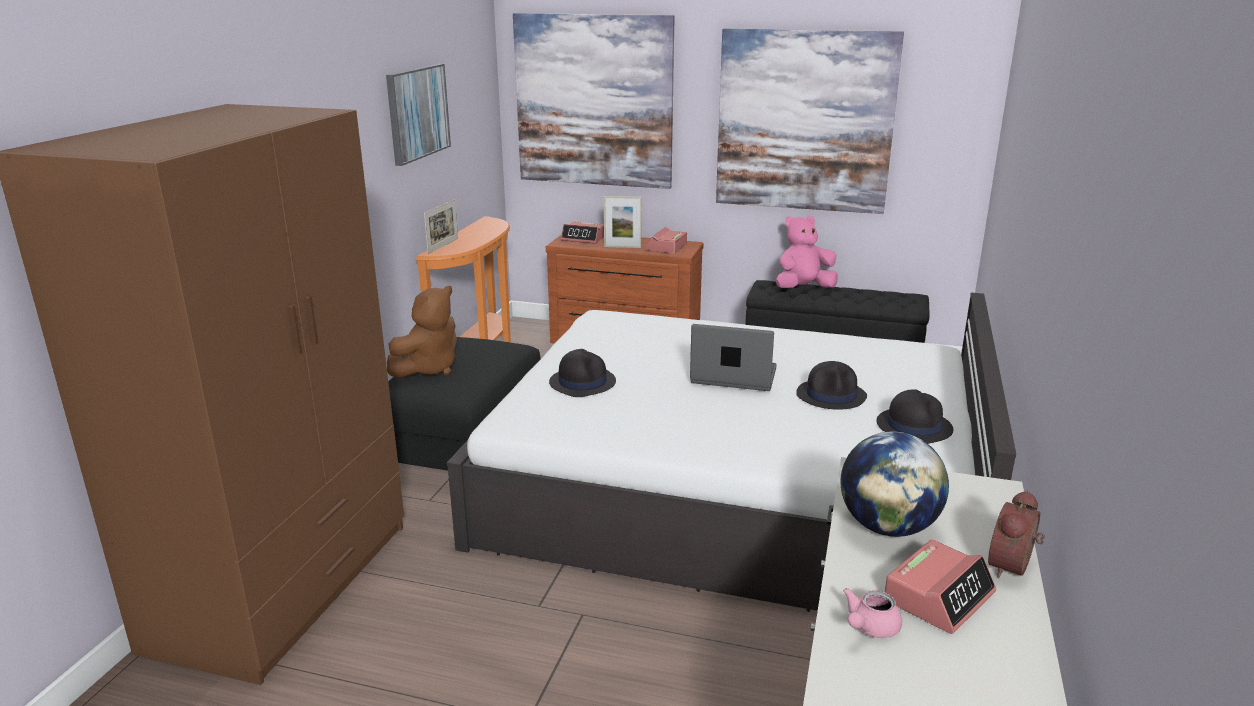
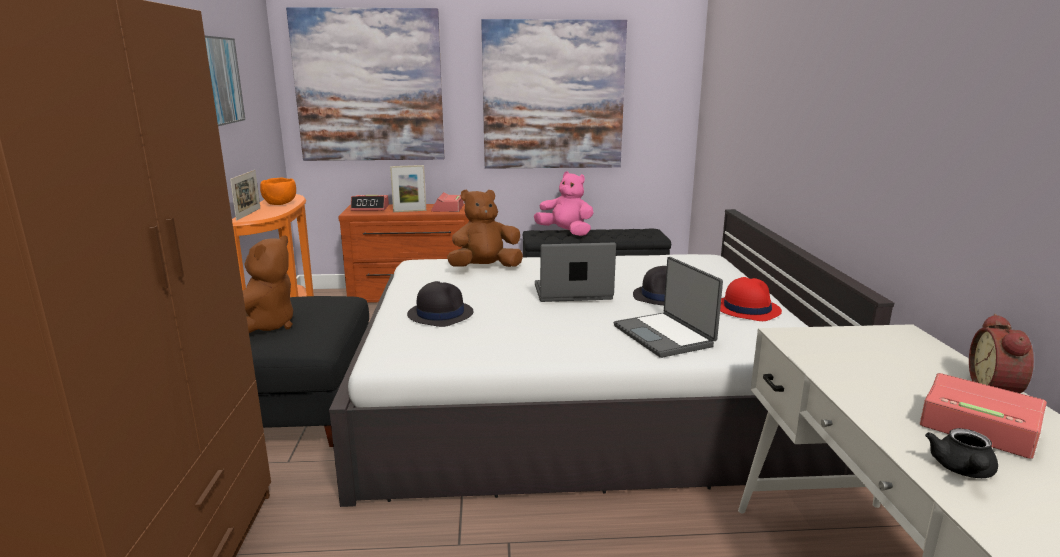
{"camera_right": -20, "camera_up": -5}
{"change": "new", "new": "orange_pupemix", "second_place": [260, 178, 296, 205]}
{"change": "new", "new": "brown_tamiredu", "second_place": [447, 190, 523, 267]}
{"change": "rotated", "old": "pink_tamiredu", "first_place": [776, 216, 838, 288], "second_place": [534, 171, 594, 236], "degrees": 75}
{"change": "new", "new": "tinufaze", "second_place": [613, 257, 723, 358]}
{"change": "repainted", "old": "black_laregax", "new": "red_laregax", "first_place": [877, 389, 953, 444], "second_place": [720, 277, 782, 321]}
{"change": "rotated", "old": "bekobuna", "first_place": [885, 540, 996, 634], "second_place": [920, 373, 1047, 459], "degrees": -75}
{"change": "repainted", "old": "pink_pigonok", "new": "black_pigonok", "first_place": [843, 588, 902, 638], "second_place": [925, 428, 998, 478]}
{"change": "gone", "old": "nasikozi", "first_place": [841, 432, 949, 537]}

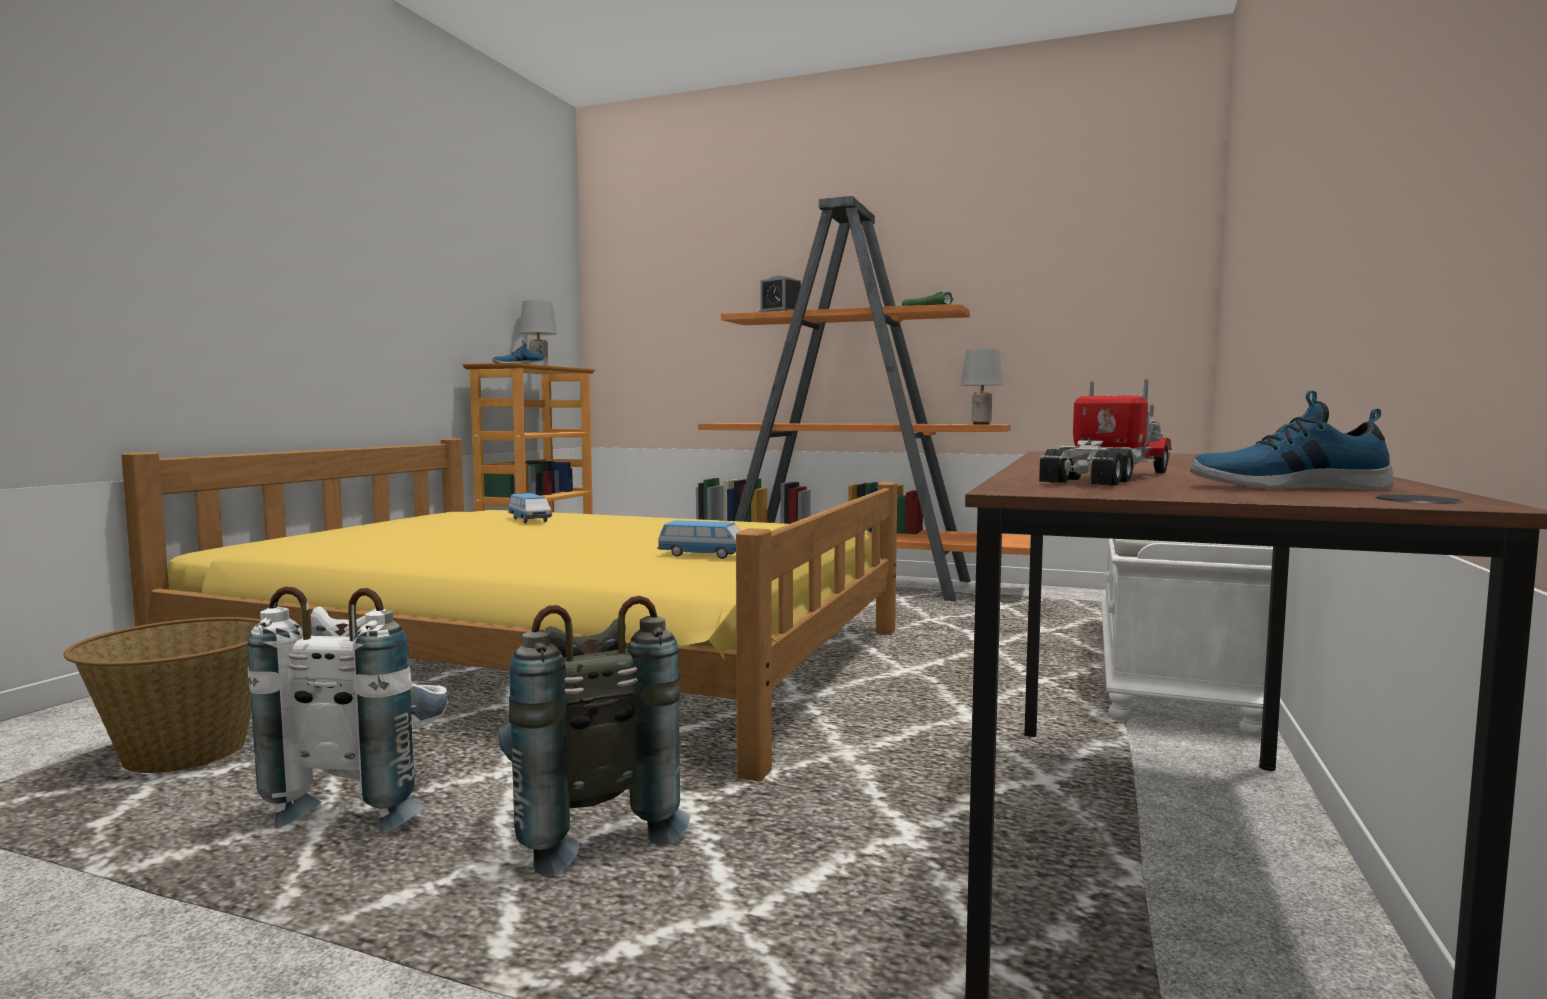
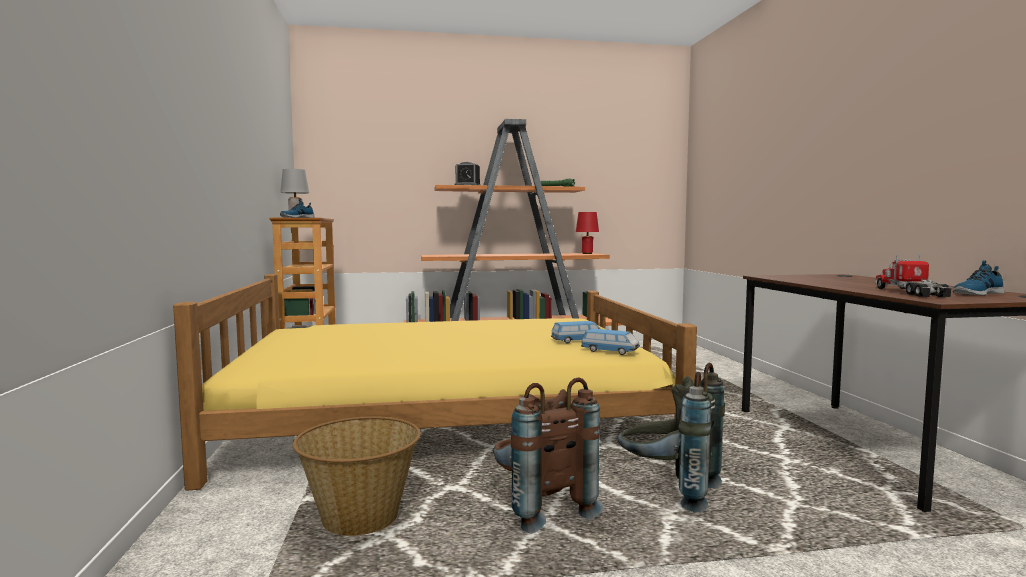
{"camera_right": -30, "camera_up": 0}
{"change": "repainted", "old": "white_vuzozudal", "new": "brown_vuzozudal", "first_place": [247, 586, 450, 834], "second_place": [493, 377, 603, 534]}
{"change": "repainted", "old": "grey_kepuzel", "new": "red_kepuzel", "first_place": [961, 349, 1003, 424], "second_place": [576, 212, 599, 254]}
{"change": "shifted", "old": "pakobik", "first_place": [508, 493, 552, 523], "second_place": [581, 329, 640, 355]}
{"change": "gone", "old": "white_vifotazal", "first_place": [1101, 538, 1273, 738]}

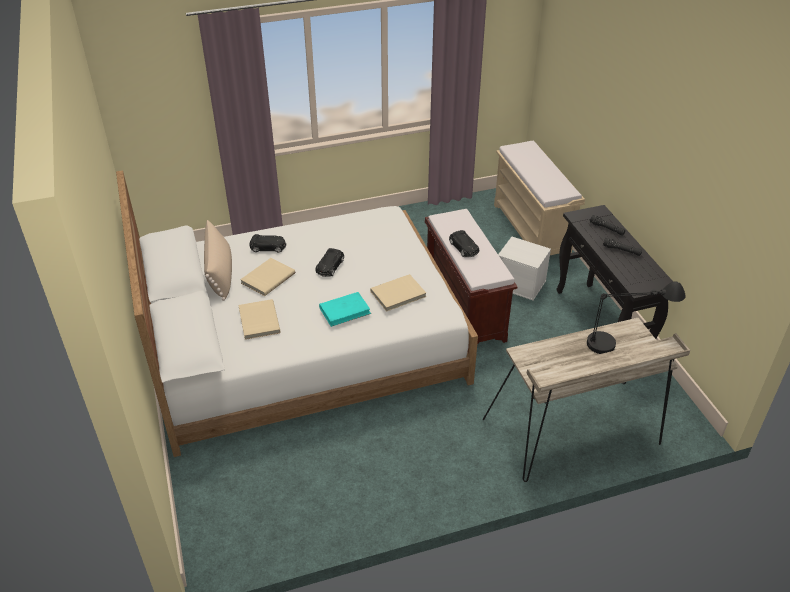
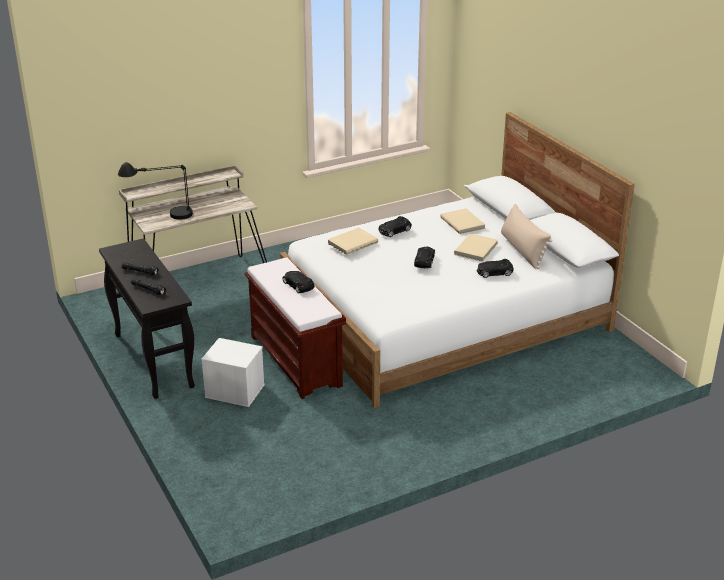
{"camera_right": 170, "camera_up": -10}
{"change": "swapped", "old": "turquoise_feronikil", "new": "black_pakobik", "first_place": [319, 292, 371, 327], "second_place": [379, 216, 412, 237]}
{"change": "gone", "old": "beige_vifotazal", "first_place": [494, 141, 585, 255]}

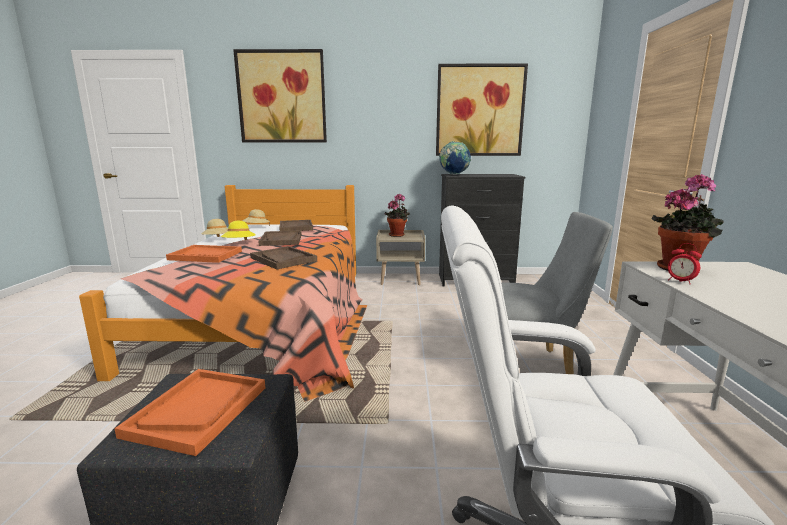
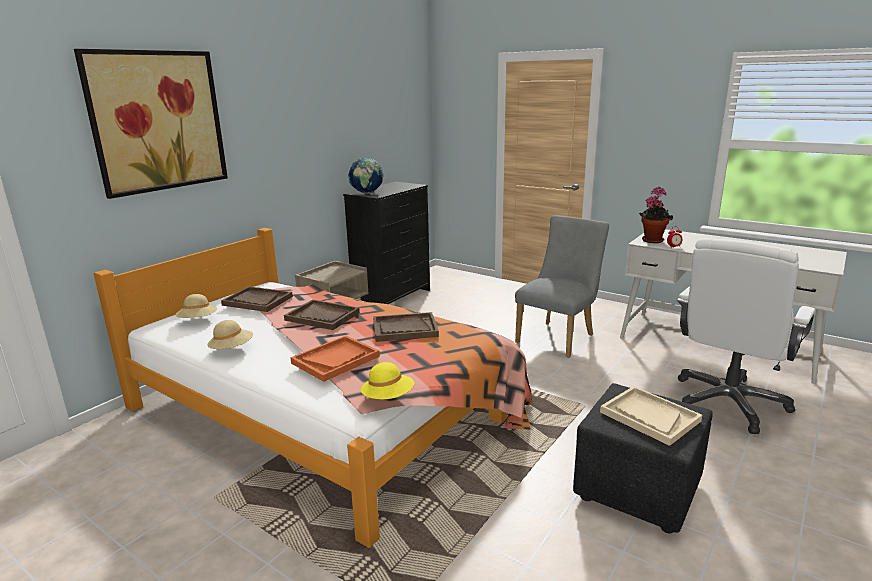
{"camera_right": -55, "camera_up": 5}
{"change": "shifted", "old": "yellow_laregax", "first_place": [221, 221, 256, 240], "second_place": [361, 362, 414, 399]}
{"change": "repainted", "old": "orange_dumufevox", "new": "beige_dumufevox", "first_place": [114, 369, 265, 456], "second_place": [600, 386, 702, 446]}
{"change": "gone", "old": "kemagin", "first_place": [385, 194, 410, 237]}
{"change": "gone", "old": "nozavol", "first_place": [436, 63, 528, 156]}

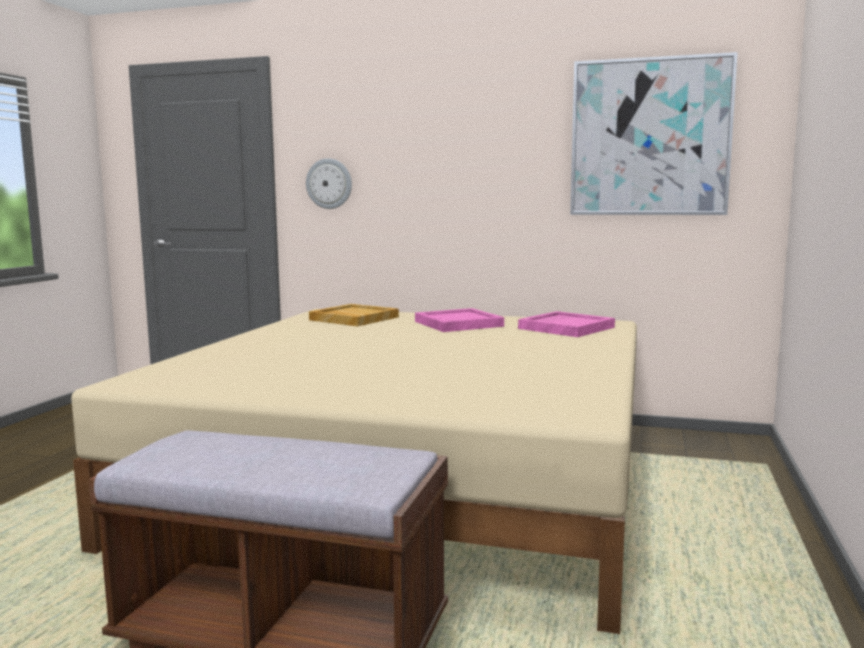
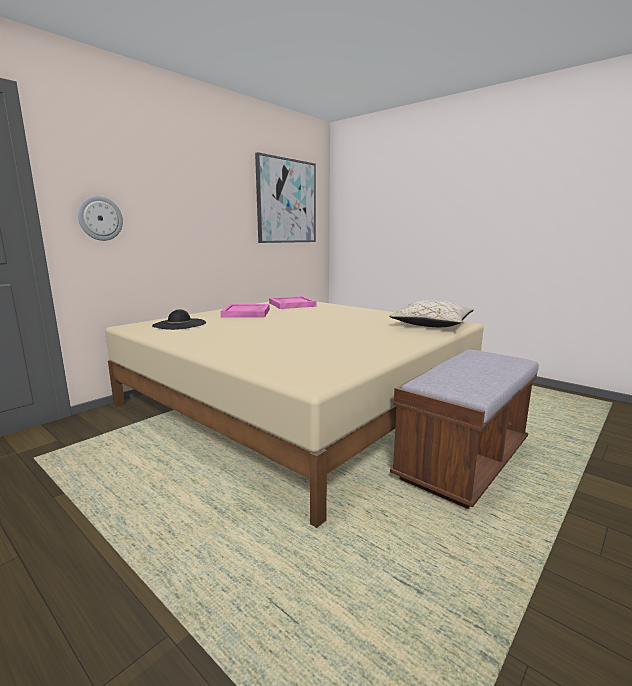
{"camera_right": -65, "camera_up": 5}
{"change": "swapped", "old": "beige_dumufevox", "new": "black_laregax", "first_place": [309, 304, 399, 326], "second_place": [152, 309, 206, 330]}
{"change": "new", "new": "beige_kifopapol", "second_place": [389, 300, 474, 327]}

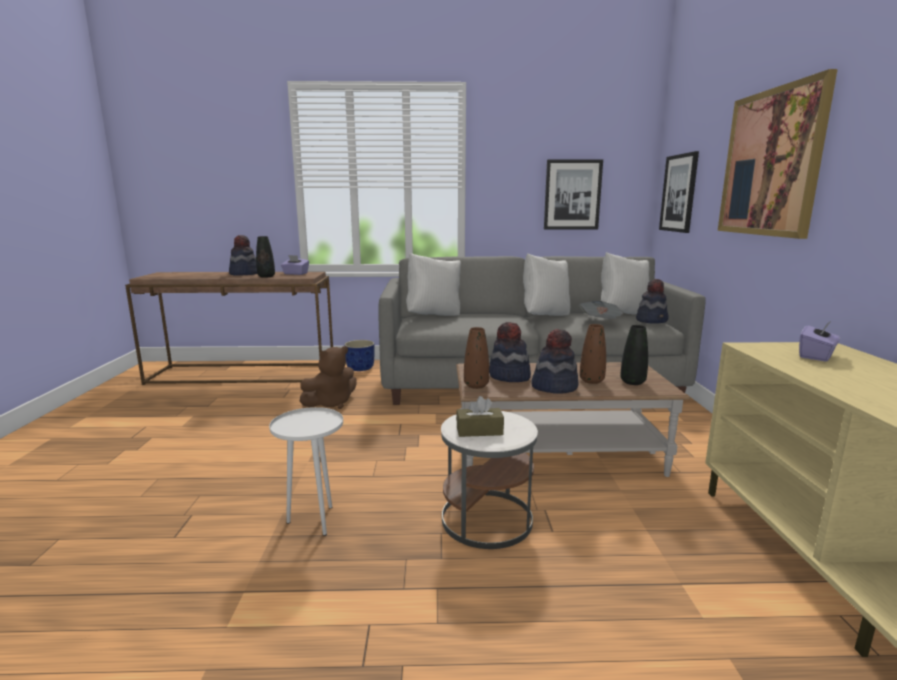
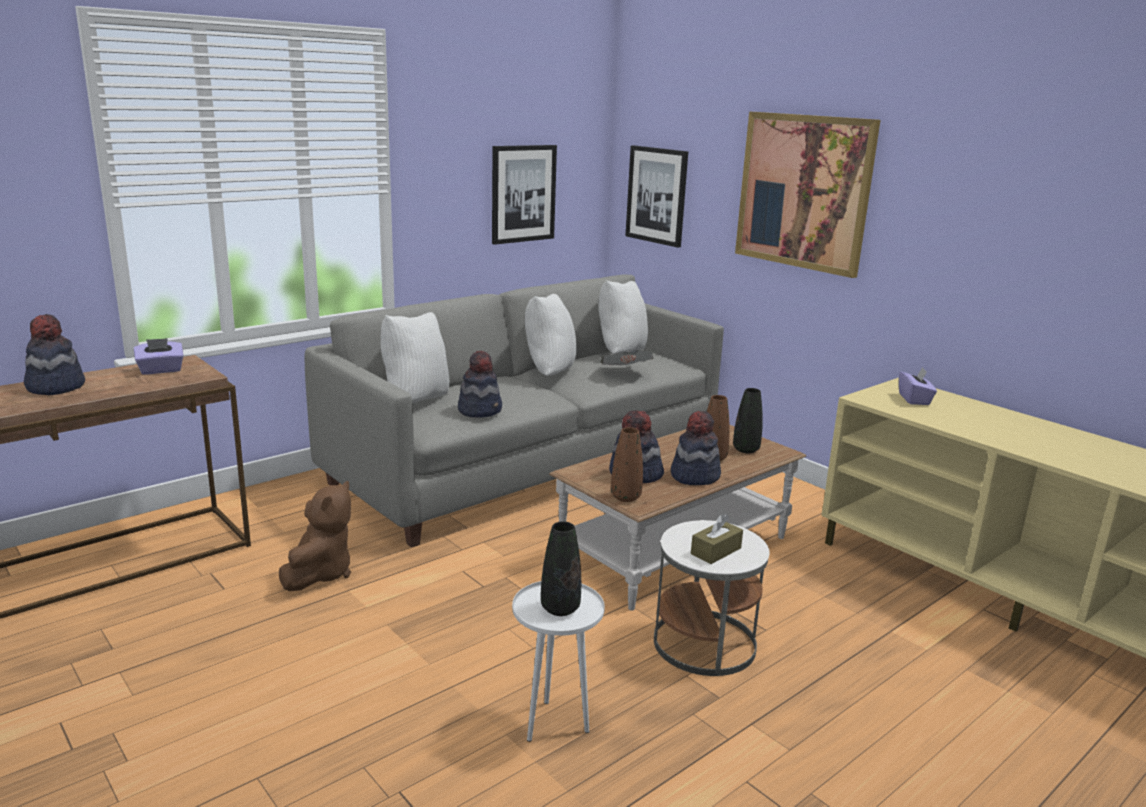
{"camera_right": -40, "camera_up": 5}
{"change": "shifted", "old": "laregax", "first_place": [636, 279, 669, 324], "second_place": [458, 351, 502, 418]}
{"change": "shifted", "old": "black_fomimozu", "first_place": [256, 236, 275, 278], "second_place": [541, 521, 581, 616]}
{"change": "gone", "old": "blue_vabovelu", "first_place": [344, 340, 374, 371]}

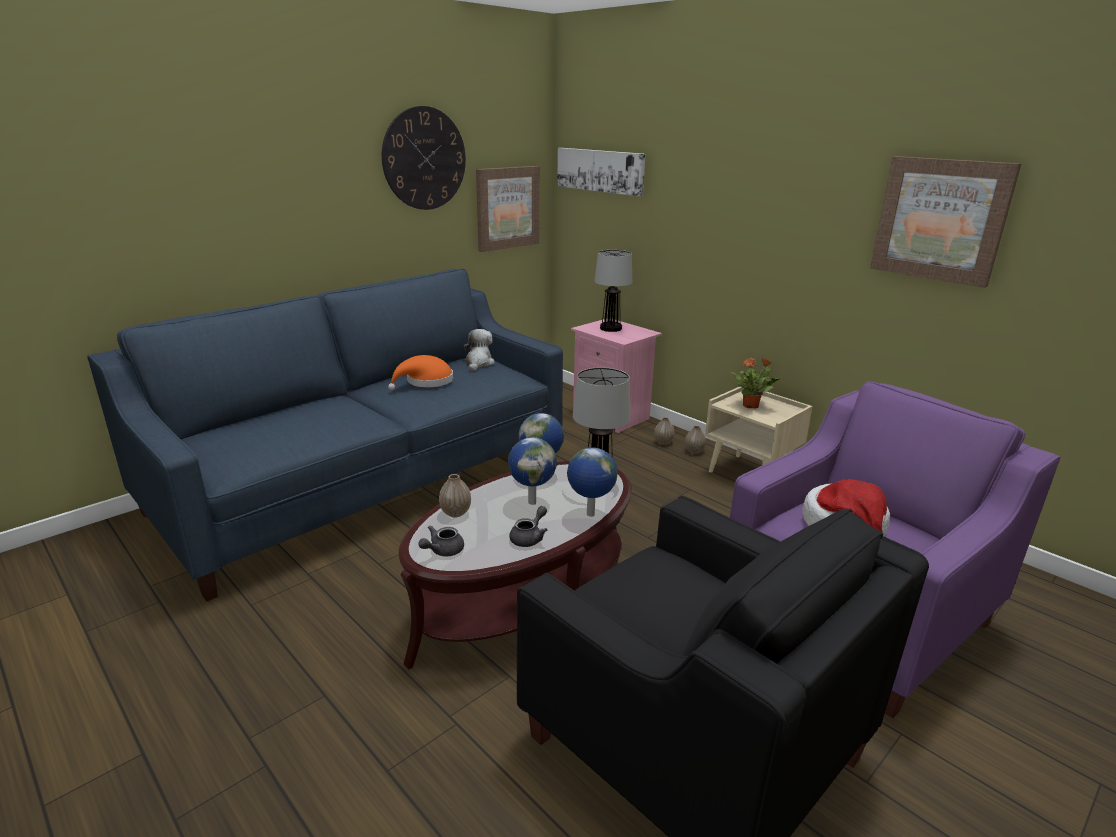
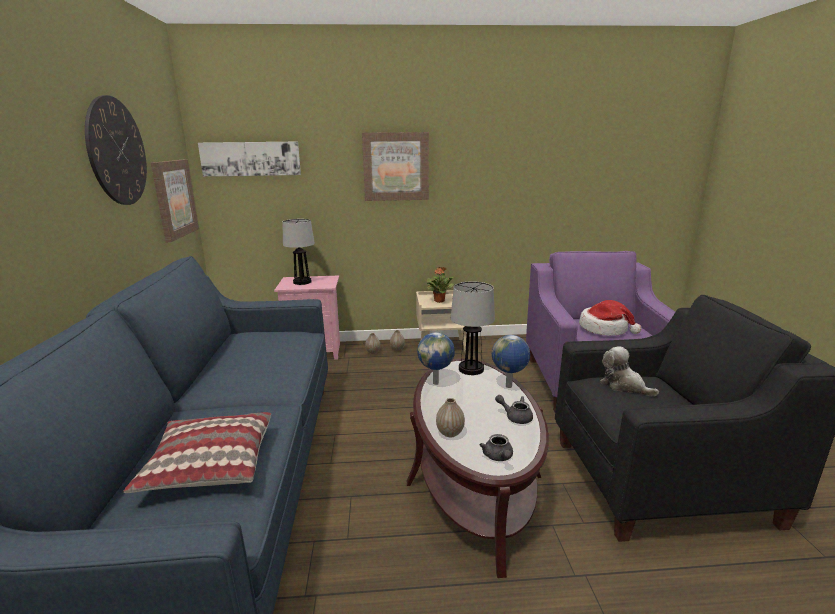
{"camera_right": -50, "camera_up": -5}
{"change": "new", "new": "kifopapol", "second_place": [124, 412, 271, 493]}
{"change": "shifted", "old": "nozavol", "first_place": [870, 156, 1021, 288], "second_place": [362, 132, 429, 201]}
{"change": "rotated", "old": "grey_pigonok", "first_place": [510, 506, 547, 547], "second_place": [495, 395, 533, 424], "degrees": -45}
{"change": "shifted", "old": "tamiredu", "first_place": [463, 329, 495, 371], "second_place": [600, 346, 659, 397]}
{"change": "gone", "old": "orange_laregax", "first_place": [388, 355, 453, 390]}
{"change": "gone", "old": "nasikozi", "first_place": [508, 437, 557, 505]}

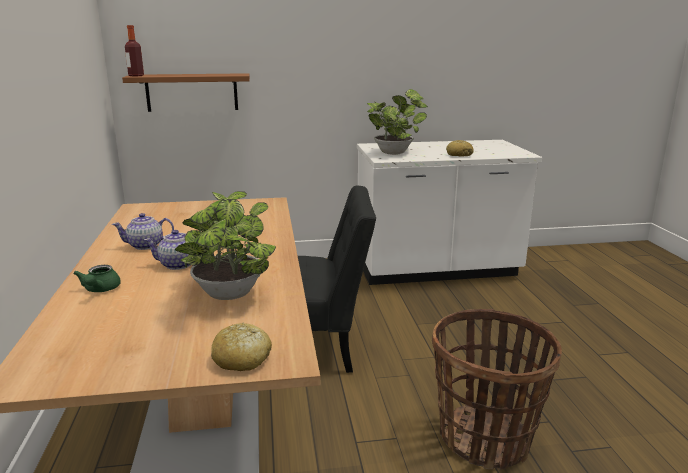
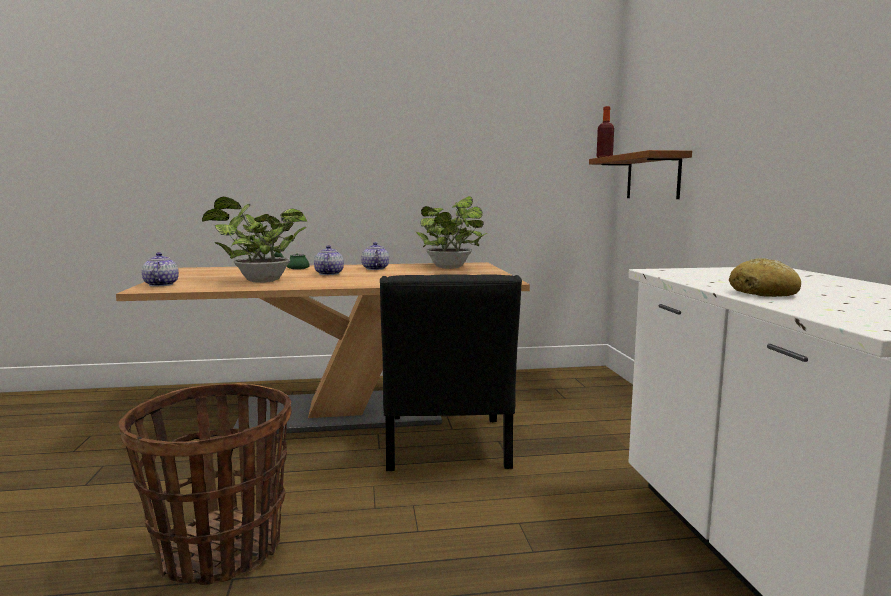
{"camera_right": 90, "camera_up": -10}
{"change": "swapped", "old": "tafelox", "new": "pigonok", "first_place": [211, 322, 272, 371], "second_place": [142, 252, 179, 287]}
{"change": "shifted", "old": "kemagin", "first_place": [367, 89, 428, 155], "second_place": [416, 196, 487, 269]}

